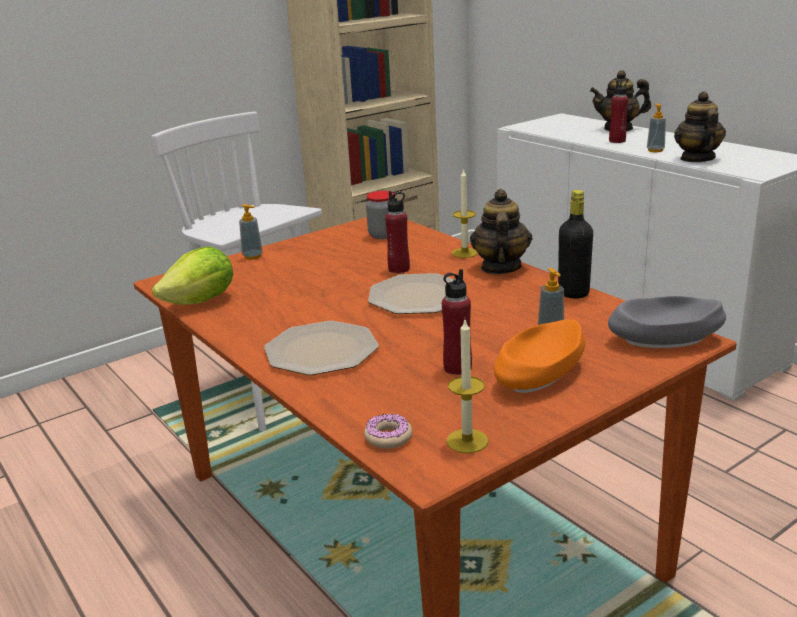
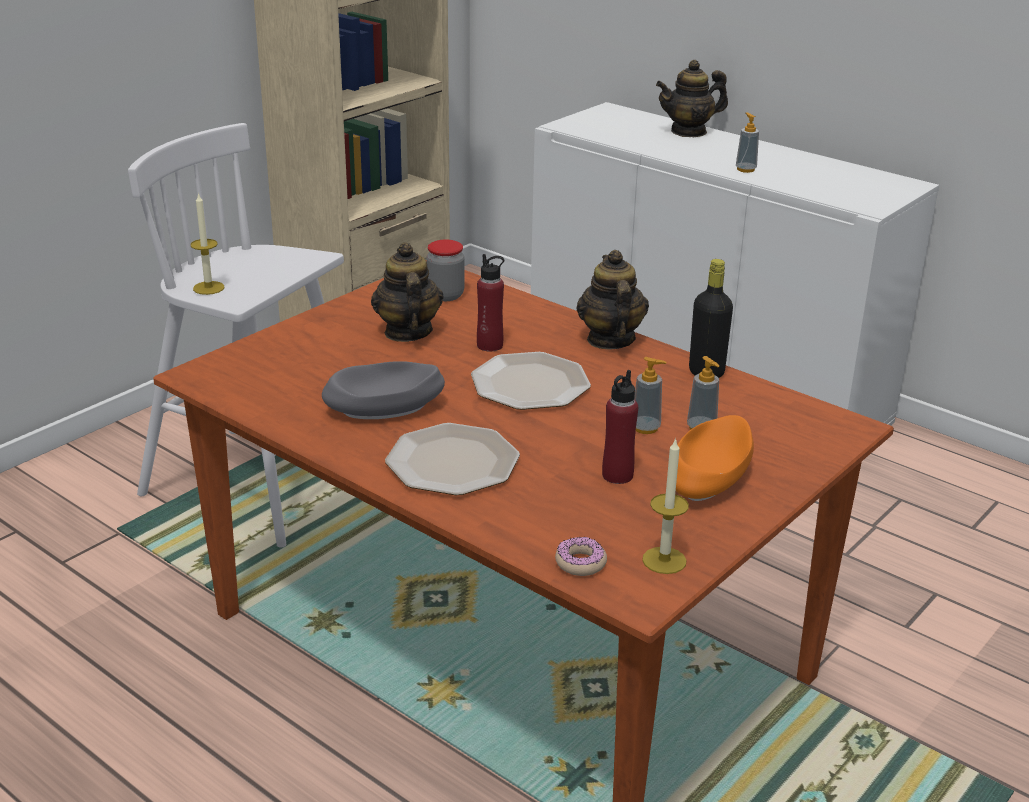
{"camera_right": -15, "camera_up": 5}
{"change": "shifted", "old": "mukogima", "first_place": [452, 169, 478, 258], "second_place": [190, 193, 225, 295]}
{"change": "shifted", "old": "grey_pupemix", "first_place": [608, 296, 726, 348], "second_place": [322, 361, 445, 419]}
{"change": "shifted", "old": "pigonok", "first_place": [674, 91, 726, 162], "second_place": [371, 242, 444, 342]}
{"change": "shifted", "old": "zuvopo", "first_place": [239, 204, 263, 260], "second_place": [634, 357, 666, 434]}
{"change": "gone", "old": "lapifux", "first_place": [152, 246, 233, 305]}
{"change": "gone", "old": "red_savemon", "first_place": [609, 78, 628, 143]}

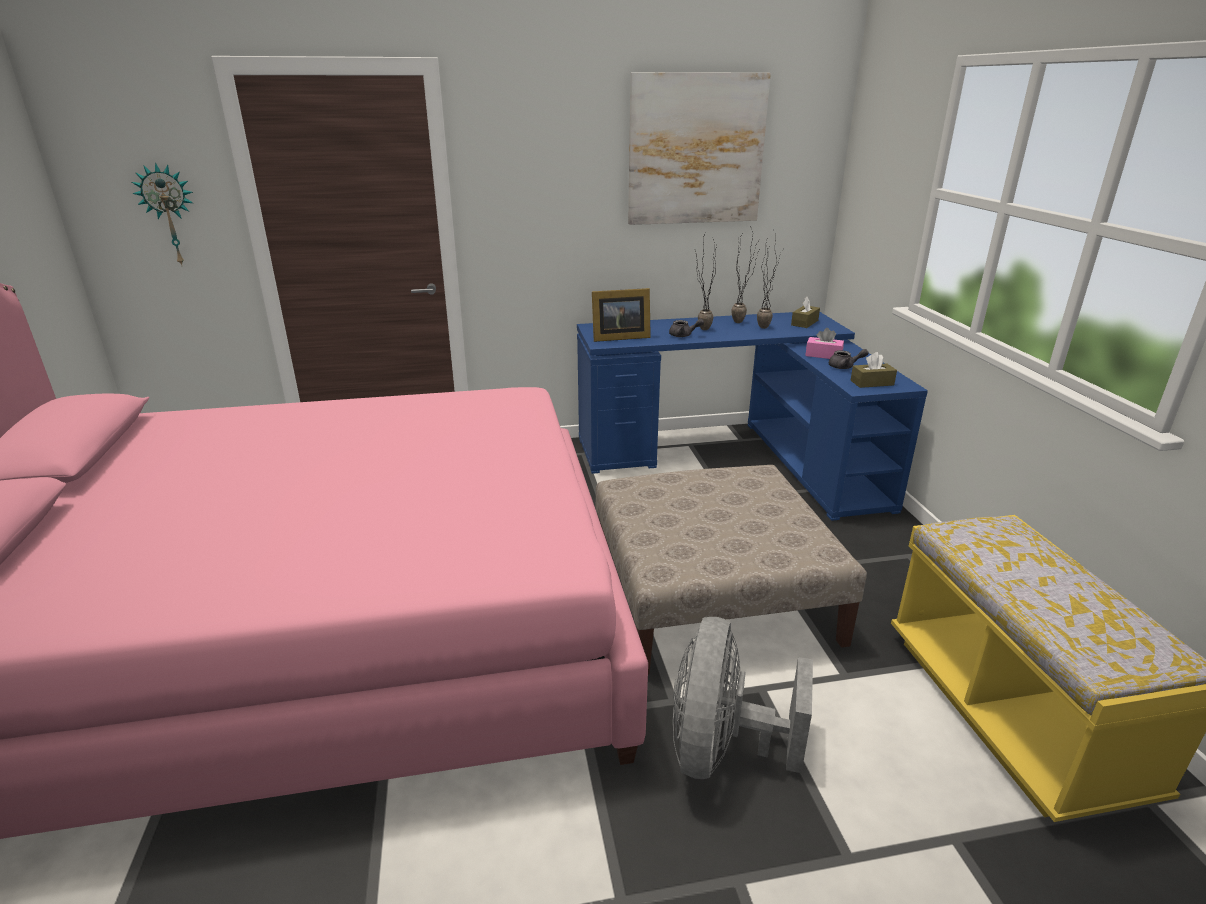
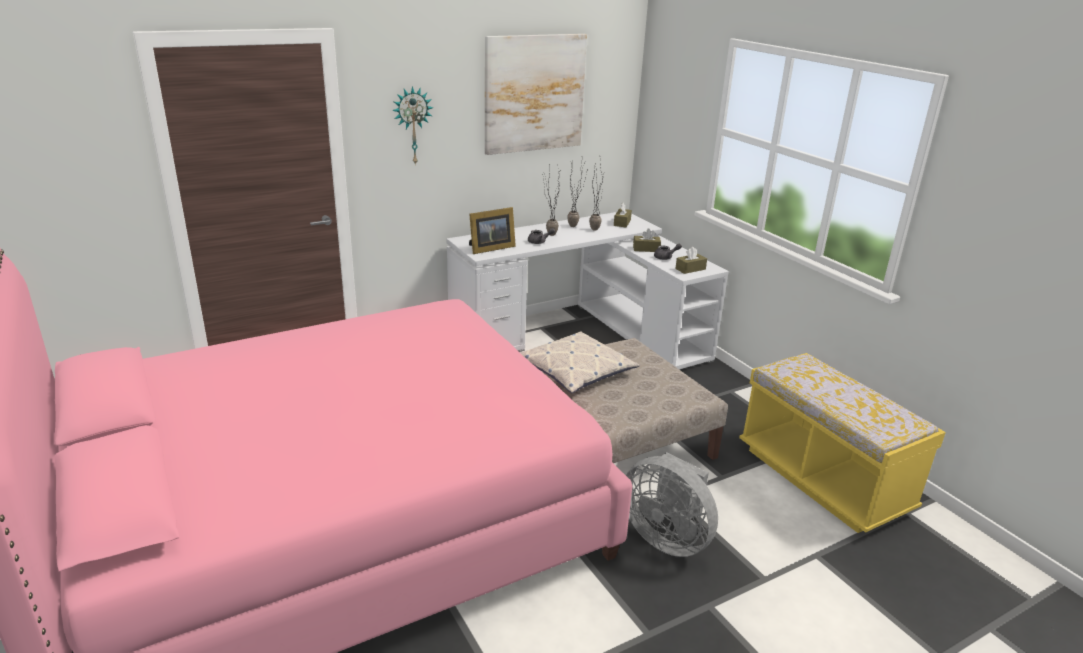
{"camera_right": -20, "camera_up": 0}
{"change": "shifted", "old": "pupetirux", "first_place": [132, 162, 193, 265], "second_place": [392, 86, 434, 166]}
{"change": "repainted", "old": "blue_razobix", "new": "white_razobix", "first_place": [577, 312, 928, 521], "second_place": [446, 212, 729, 369]}
{"change": "new", "new": "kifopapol", "second_place": [521, 331, 640, 393]}
{"change": "rotated", "old": "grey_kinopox", "first_place": [673, 617, 813, 779], "second_place": [626, 452, 718, 557], "degrees": -45}
{"change": "repainted", "old": "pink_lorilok", "new": "brown_lorilok", "first_place": [805, 328, 844, 359], "second_place": [633, 229, 661, 252]}

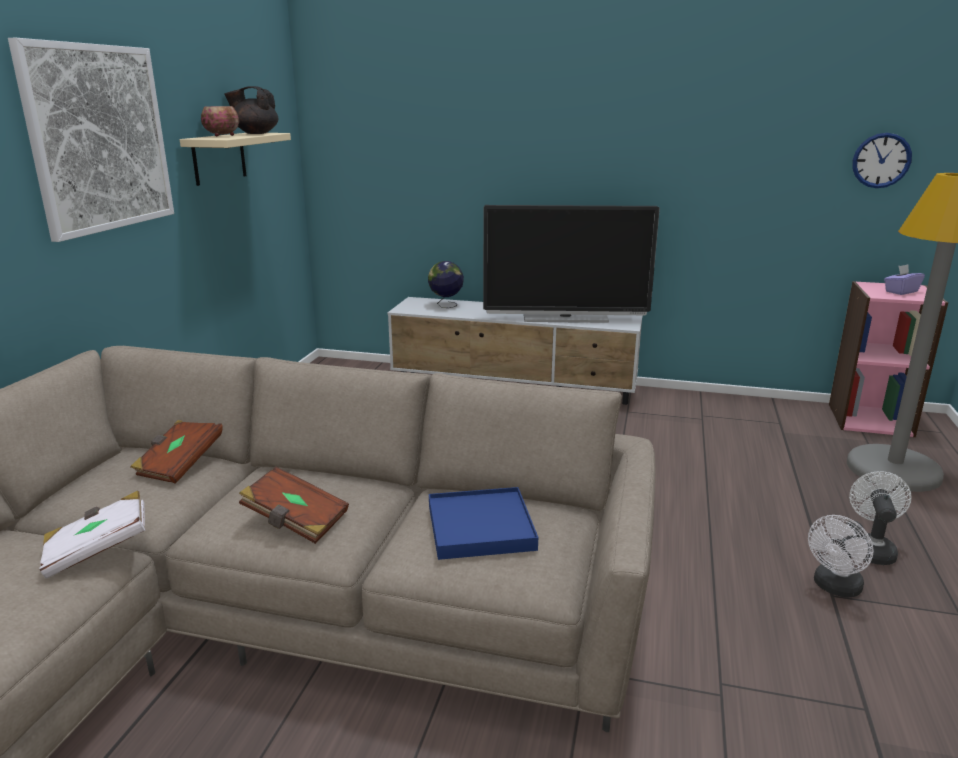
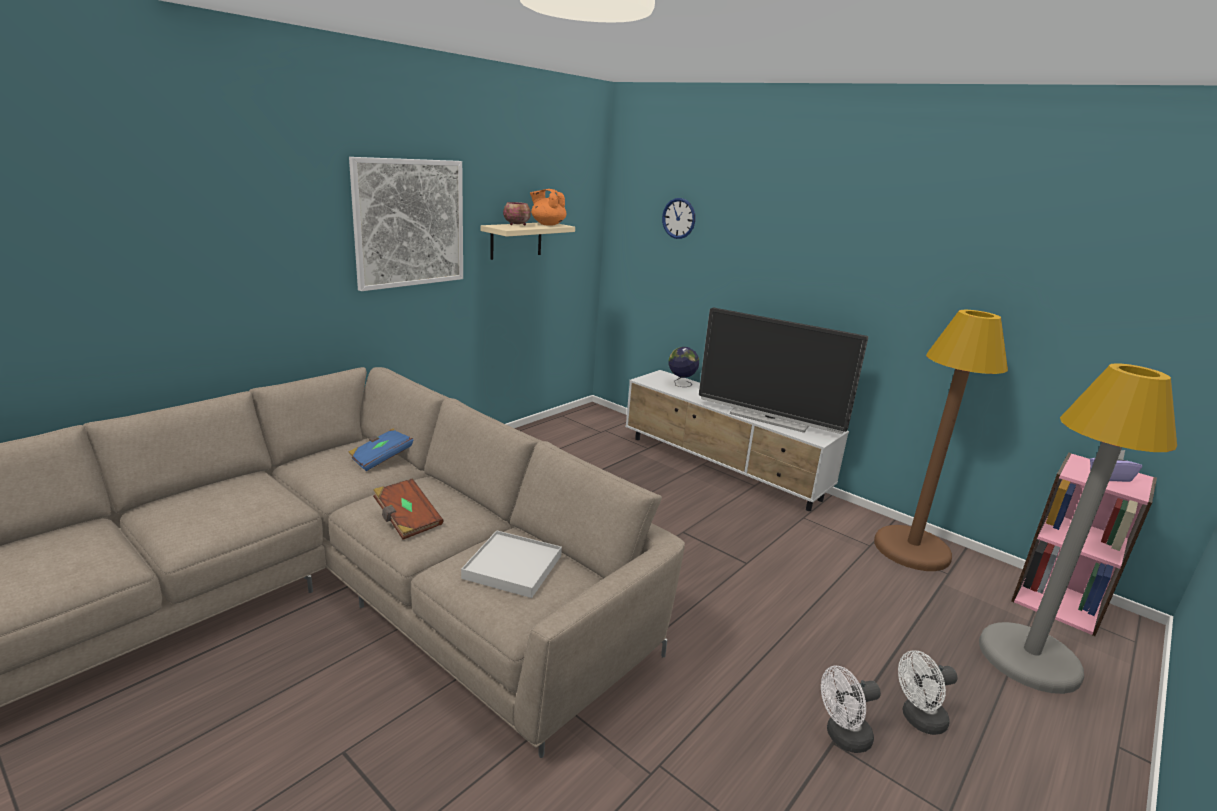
{"camera_right": 25, "camera_up": 0}
{"change": "repainted", "old": "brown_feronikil", "new": "blue_feronikil", "first_place": [131, 420, 223, 484], "second_place": [348, 428, 413, 471]}
{"change": "repainted", "old": "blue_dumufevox", "new": "white_dumufevox", "first_place": [429, 487, 538, 560], "second_place": [461, 530, 562, 598]}
{"change": "repainted", "old": "black_pigonok", "new": "orange_pigonok", "first_place": [224, 86, 278, 134], "second_place": [530, 189, 566, 226]}
{"change": "shifted", "old": "pupetirux", "first_place": [852, 133, 912, 188], "second_place": [662, 198, 695, 239]}
{"change": "new", "new": "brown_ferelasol", "second_place": [874, 310, 1008, 571]}
{"change": "rotated", "old": "white_kinopox", "first_place": [849, 471, 912, 565], "second_place": [898, 650, 958, 735], "degrees": -150}
{"change": "gone", "old": "white_feronikil", "first_place": [40, 491, 145, 579]}

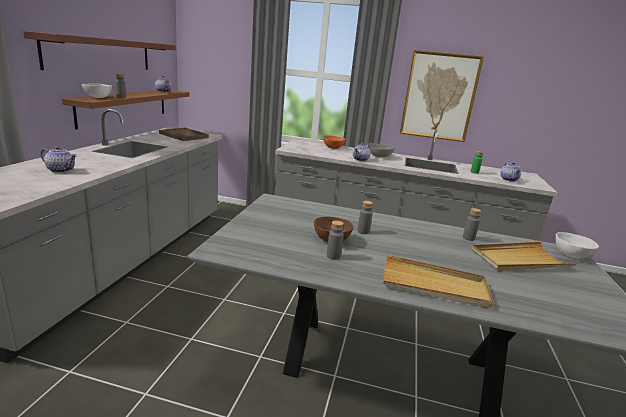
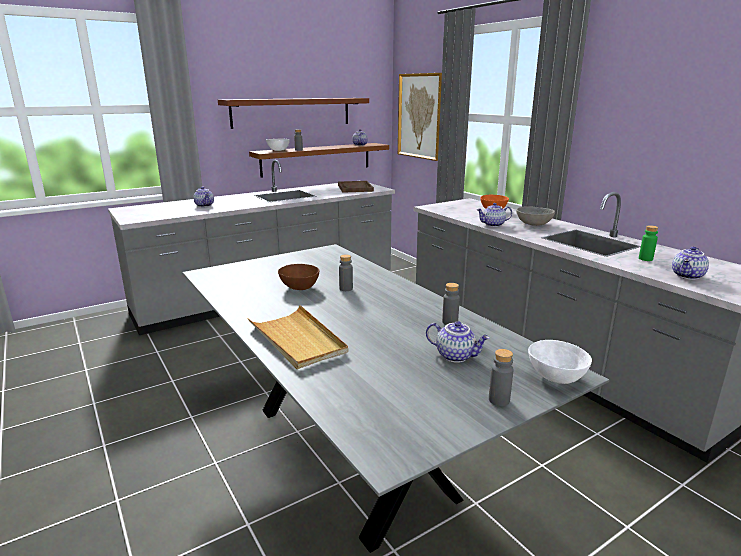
{"camera_right": 45, "camera_up": 0}
{"change": "shifted", "old": "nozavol", "first_place": [400, 50, 484, 142], "second_place": [398, 73, 442, 161]}
{"change": "swapped", "old": "beige_dumufevox", "new": "pigonok", "first_place": [472, 242, 577, 271], "second_place": [426, 321, 490, 362]}
{"change": "shifted", "old": "grey_savemon", "first_place": [327, 221, 344, 260], "second_place": [489, 349, 514, 406]}

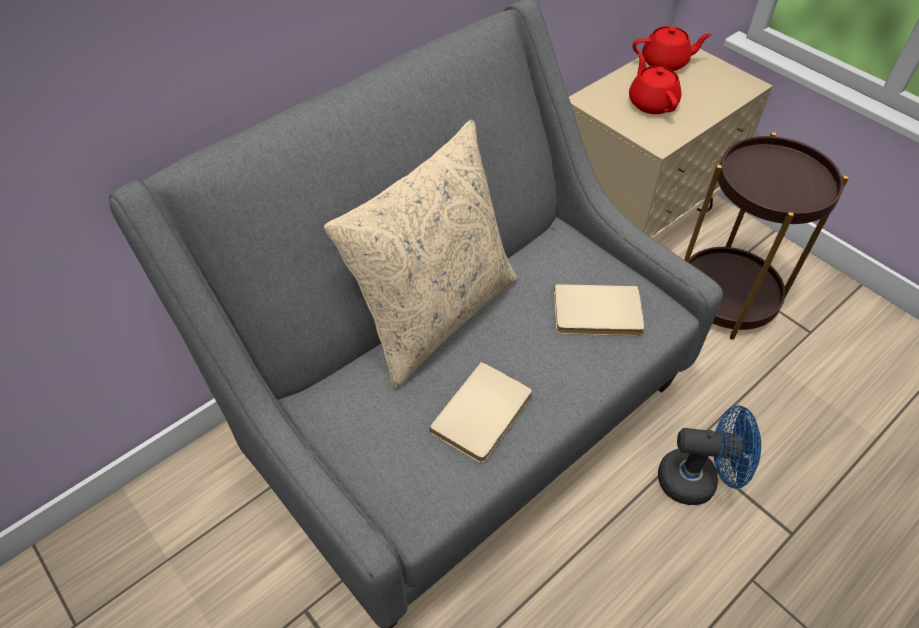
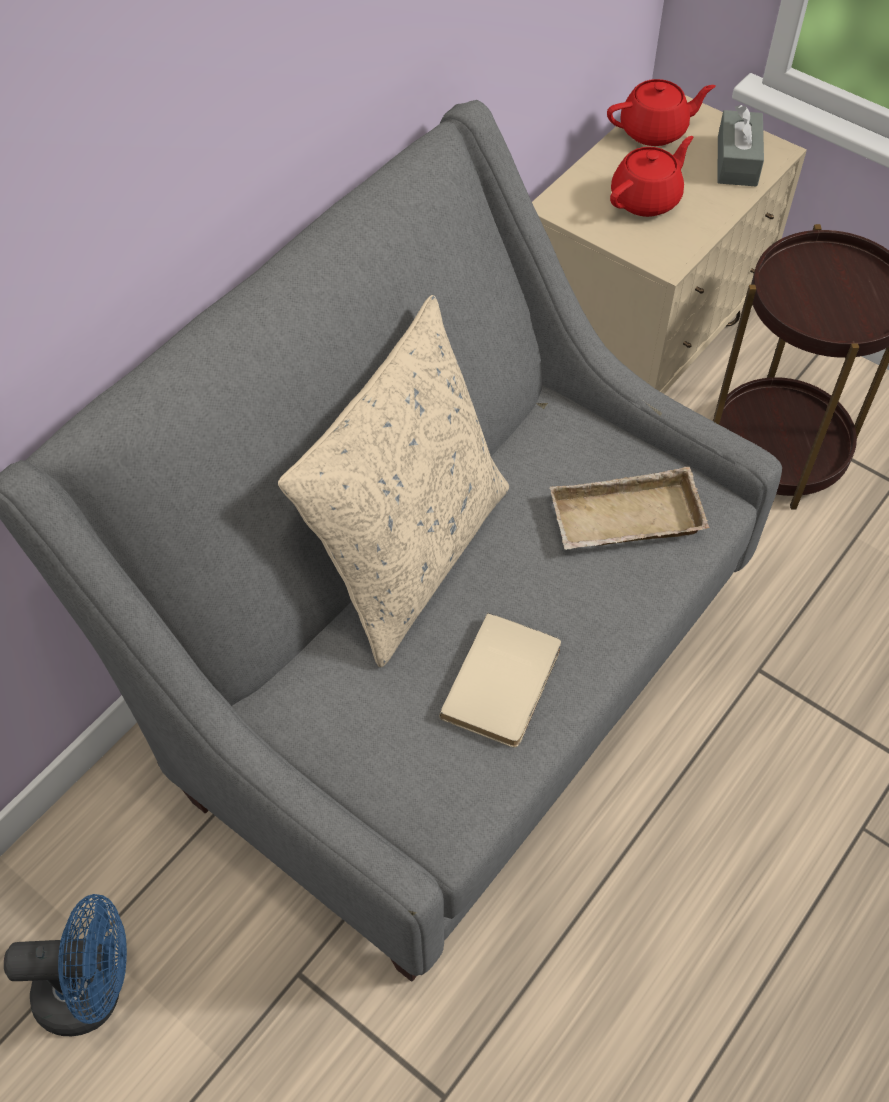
{"camera_right": -10, "camera_up": 5}
{"change": "shifted", "old": "blue_kinopox", "first_place": [658, 405, 761, 505], "second_place": [4, 894, 127, 1036]}
{"change": "swapped", "old": "beige_feronikil", "new": "beige_dumufevox", "first_place": [554, 284, 645, 336], "second_place": [549, 467, 710, 550]}
{"change": "rotated", "old": "red_pigonok", "first_place": [629, 53, 681, 114], "second_place": [610, 136, 694, 217], "degrees": 75}
{"change": "new", "new": "grey_lorilok", "second_place": [717, 105, 764, 187]}

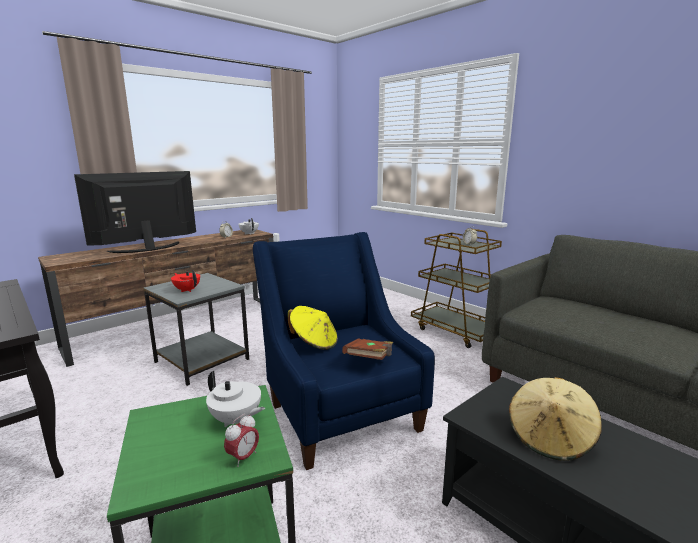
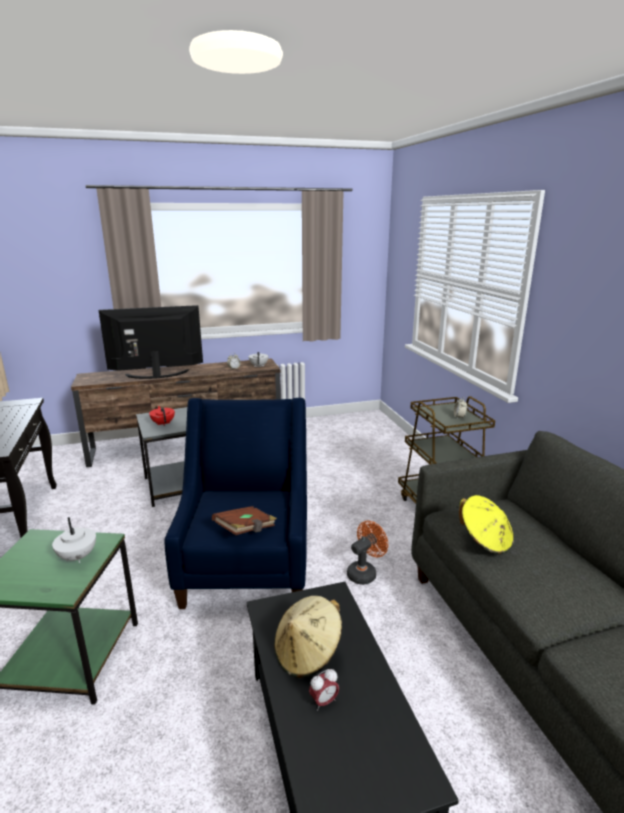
{"camera_right": 25, "camera_up": 5}
{"change": "shifted", "old": "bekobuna", "first_place": [224, 414, 259, 467], "second_place": [309, 669, 339, 710]}
{"change": "new", "new": "orange_kinopox", "second_place": [347, 521, 388, 585]}
{"change": "shifted", "old": "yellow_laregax", "first_place": [288, 306, 338, 350], "second_place": [459, 495, 514, 555]}

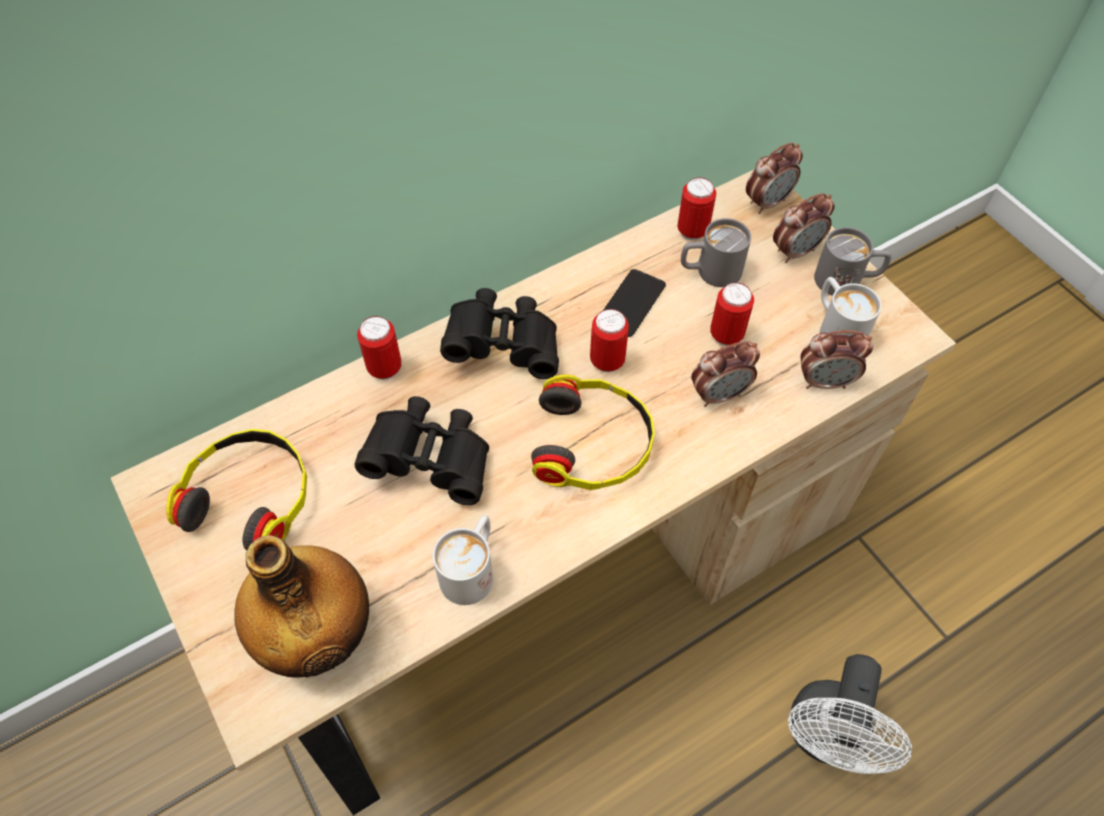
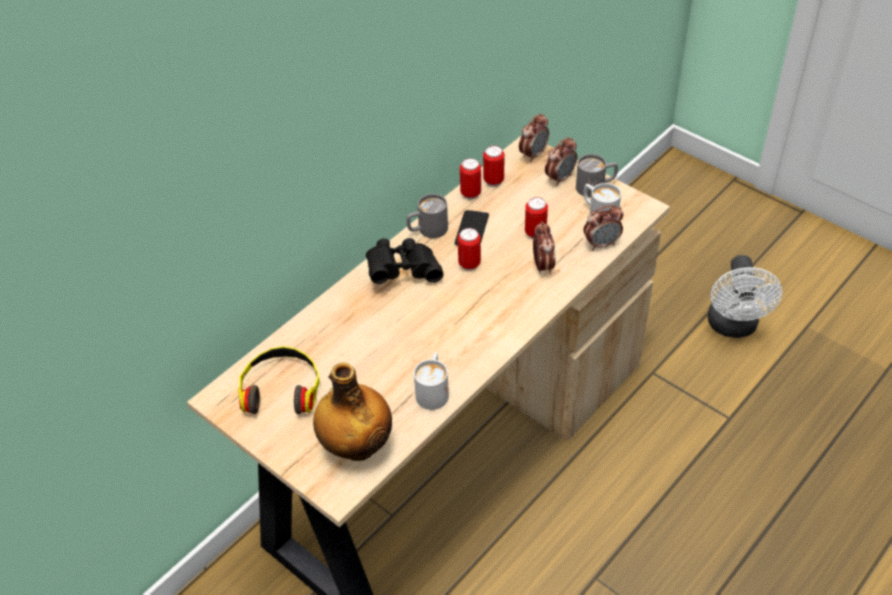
{"camera_right": -15, "camera_up": -10}
{"change": "shifted", "old": "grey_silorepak", "first_place": [681, 218, 751, 287], "second_place": [407, 194, 448, 238]}
{"change": "shifted", "old": "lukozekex", "first_place": [357, 316, 402, 380], "second_place": [460, 158, 481, 199]}
{"change": "rotated", "old": "bekobuna", "first_place": [691, 341, 760, 407], "second_place": [533, 221, 556, 274], "degrees": -60}
{"change": "shifted", "old": "white_kinopox", "first_place": [788, 654, 912, 774], "second_place": [708, 255, 782, 338]}
{"change": "gone", "old": "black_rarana", "first_place": [355, 396, 489, 505]}
{"change": "gone", "old": "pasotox", "first_place": [531, 374, 655, 490]}

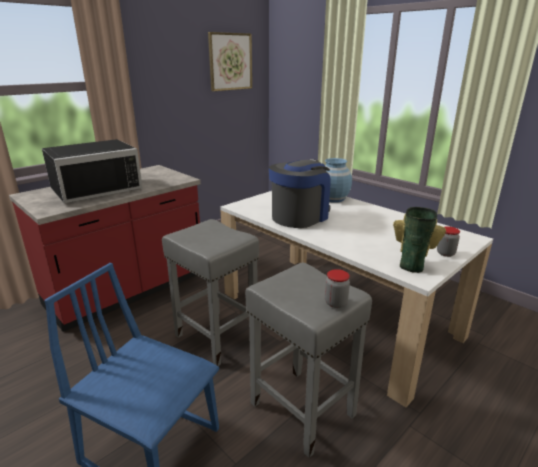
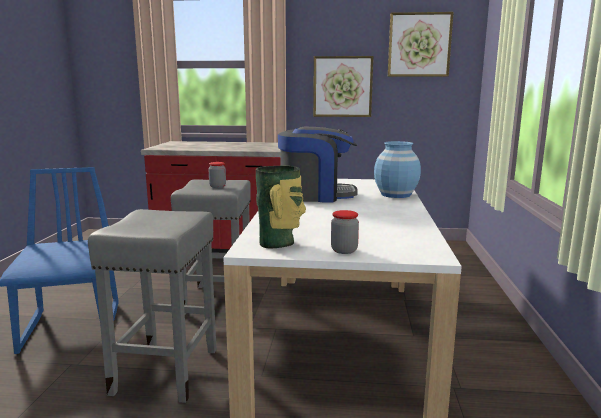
{"camera_right": 50, "camera_up": -10}
{"change": "shifted", "old": "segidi", "first_place": [325, 269, 350, 308], "second_place": [208, 162, 226, 188]}
{"change": "new", "new": "nozavol", "second_place": [313, 56, 373, 117]}
{"change": "gone", "old": "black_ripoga", "first_place": [42, 139, 143, 203]}

